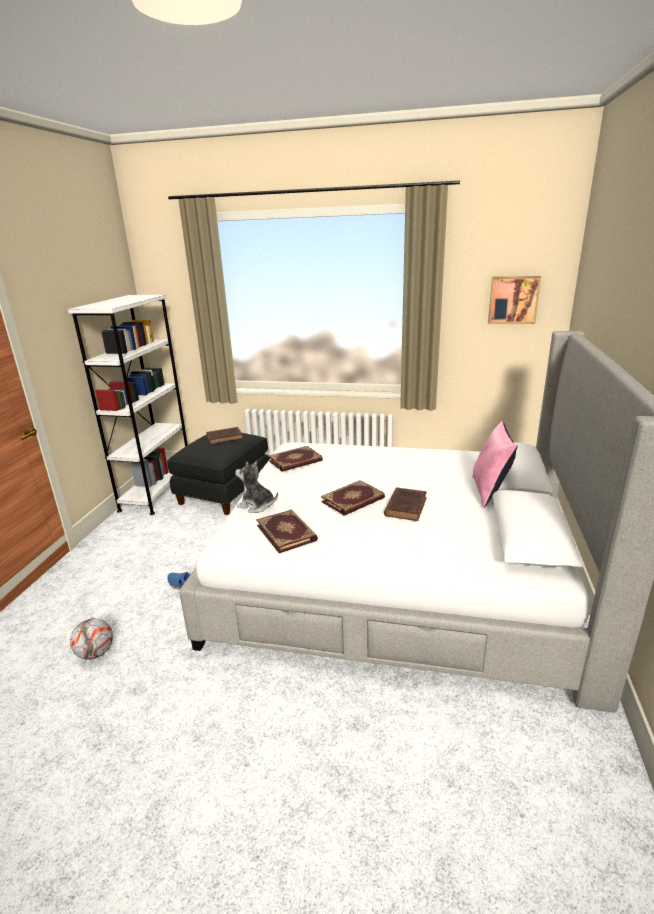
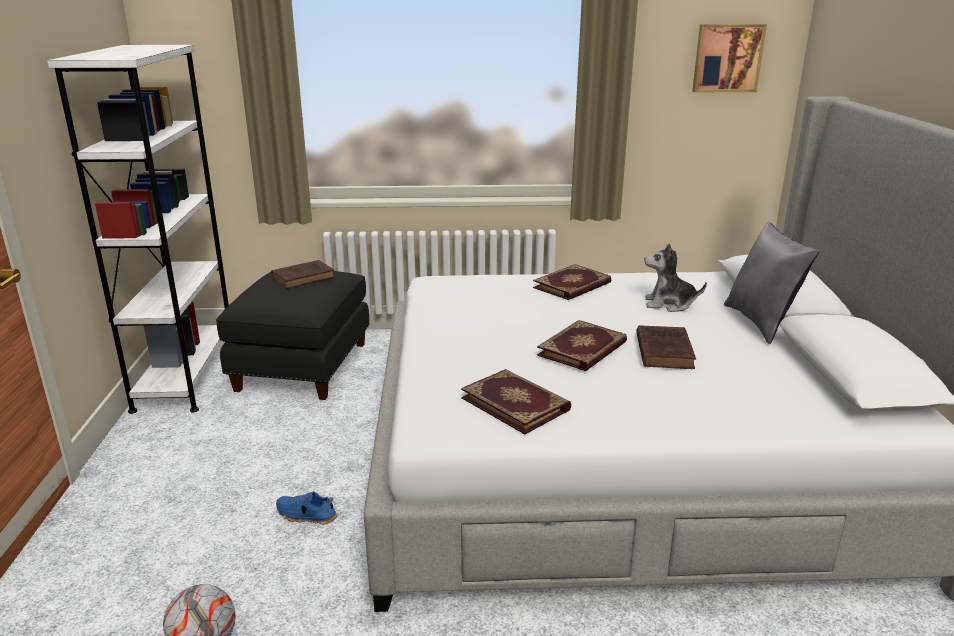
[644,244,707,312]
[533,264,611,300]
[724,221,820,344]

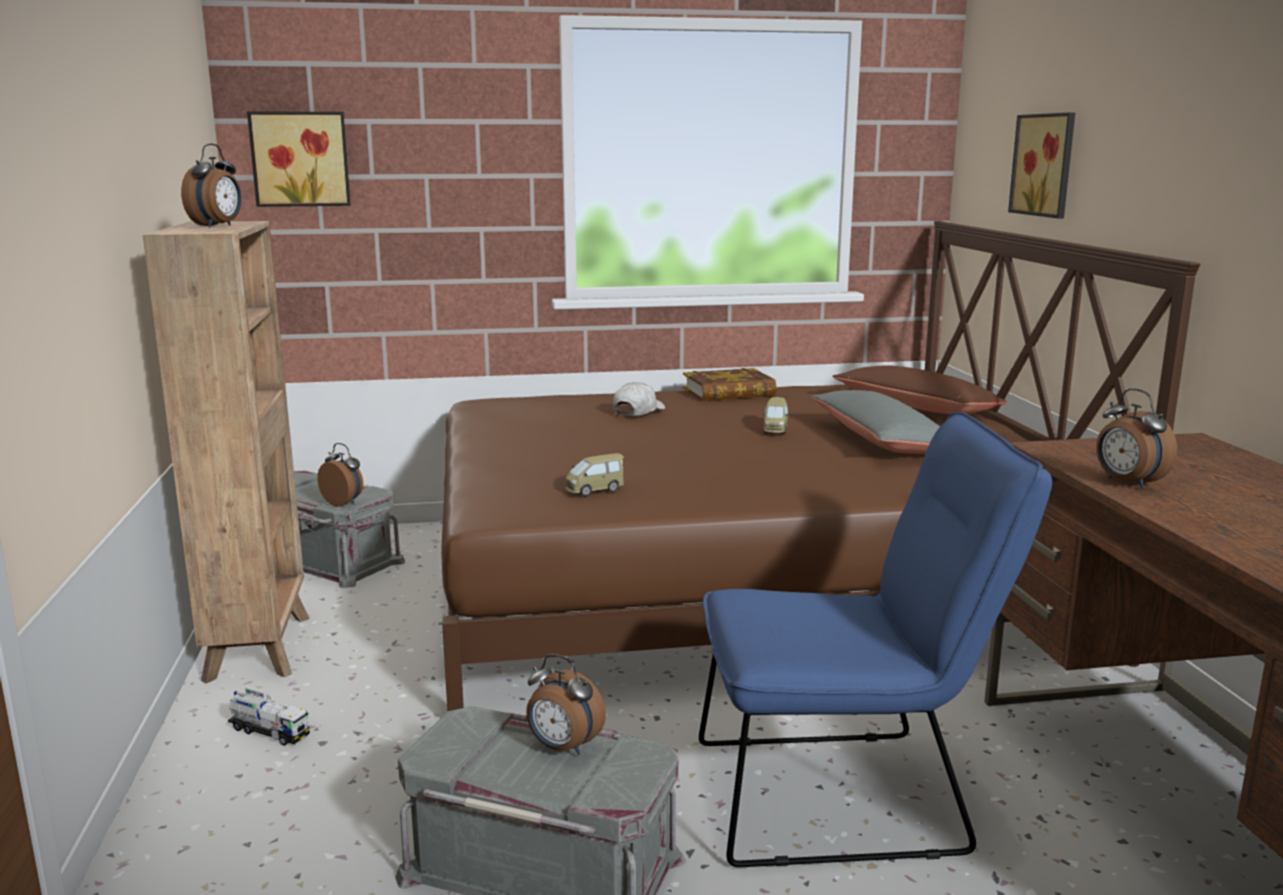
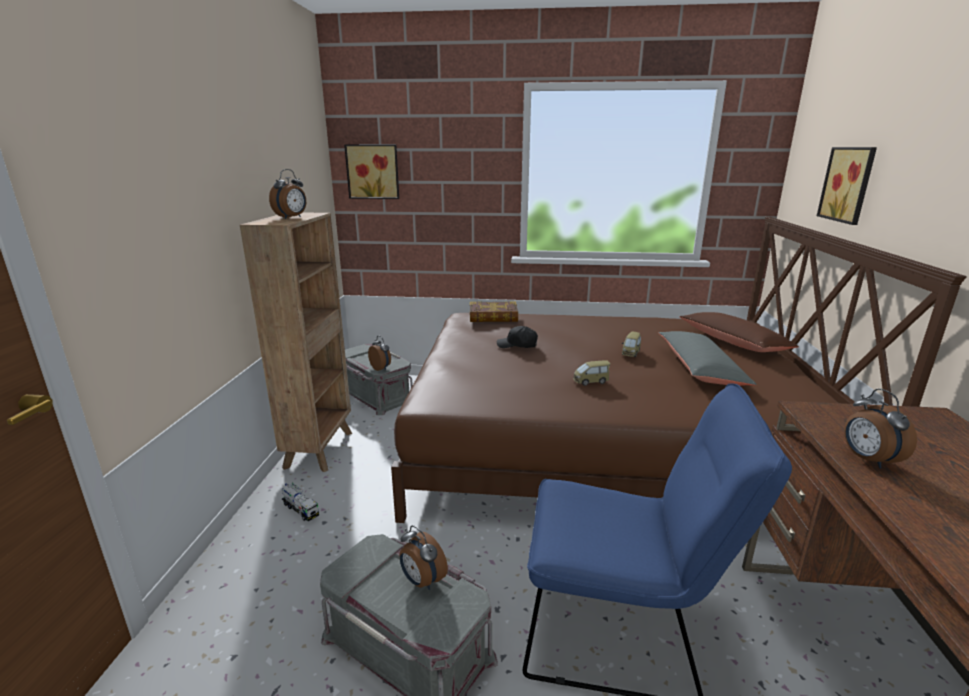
[613,382,665,416] (first image)
[497,326,538,348]
[573,360,611,386]
[470,301,518,322]

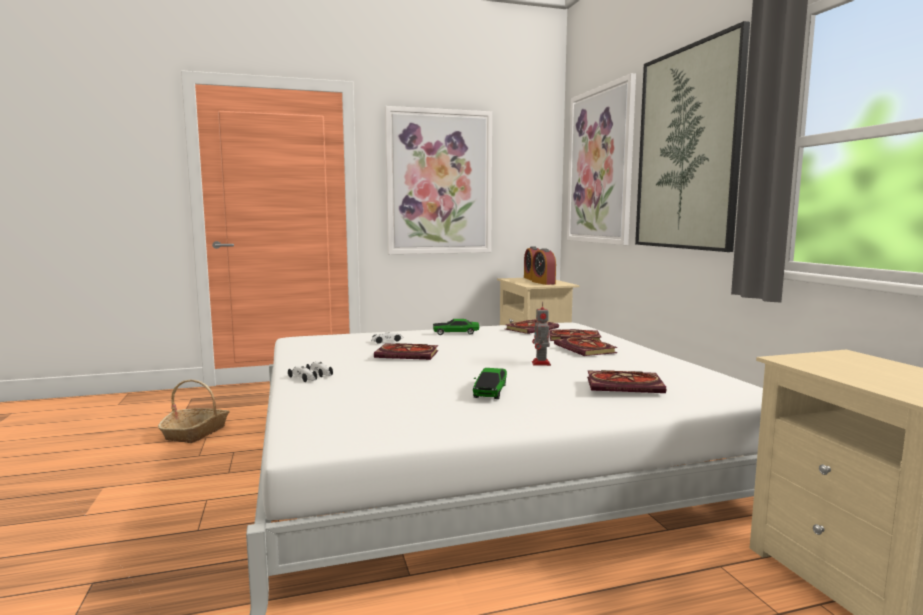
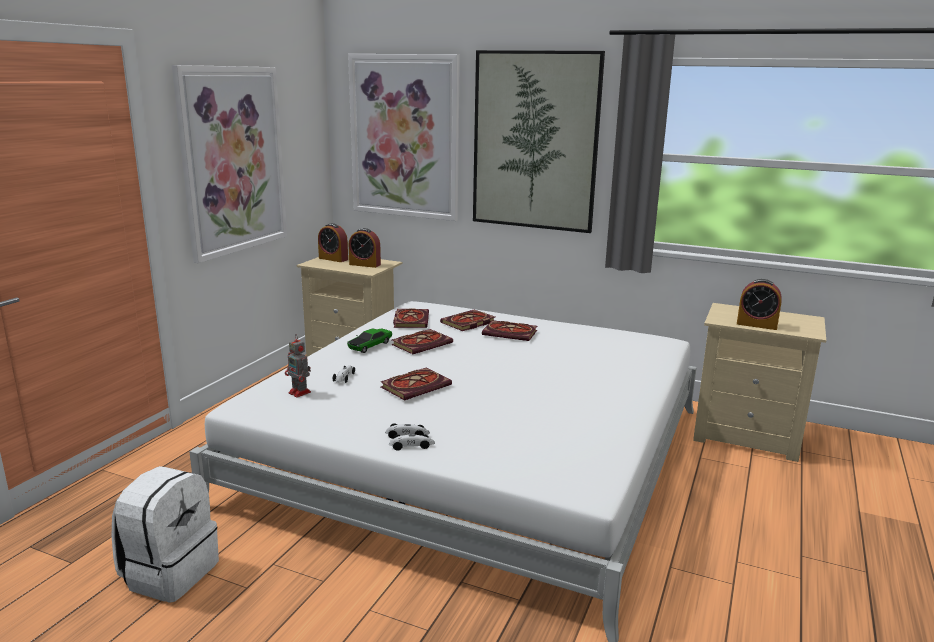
[473,368,507,399] (first image)
[737,279,782,330]
[285,334,311,397]
[391,329,453,354]
[112,466,219,603]

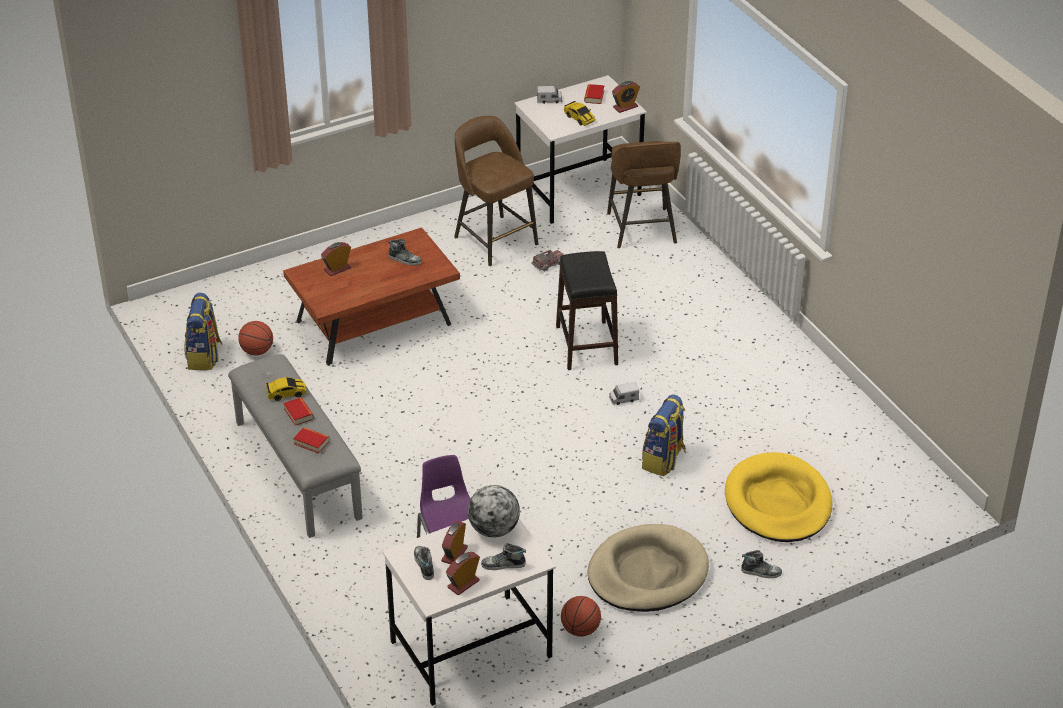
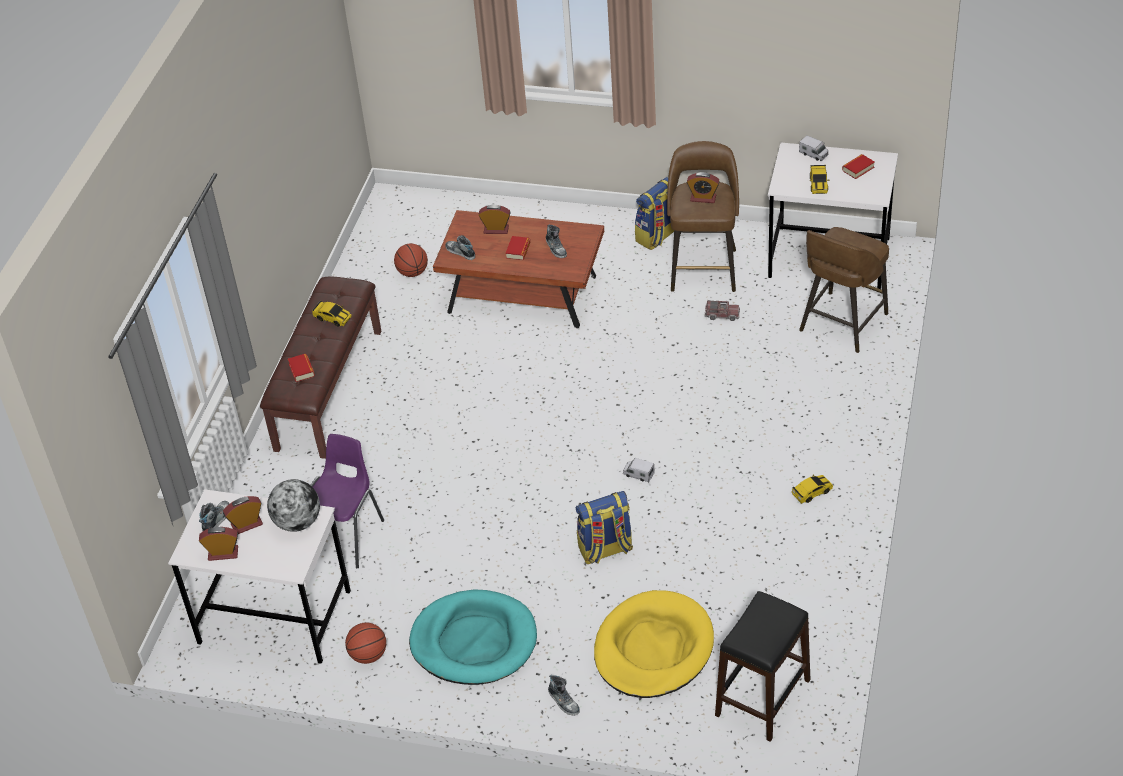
[792,475,833,504]
[635,177,674,250]
[506,236,530,260]
[445,235,475,260]
[715,591,810,742]
[687,172,720,203]
[260,277,382,459]
[409,590,537,685]

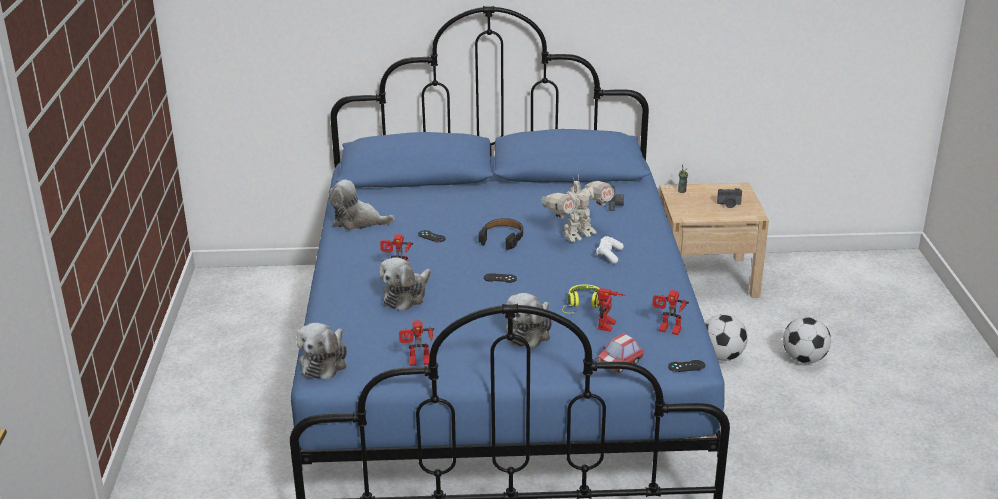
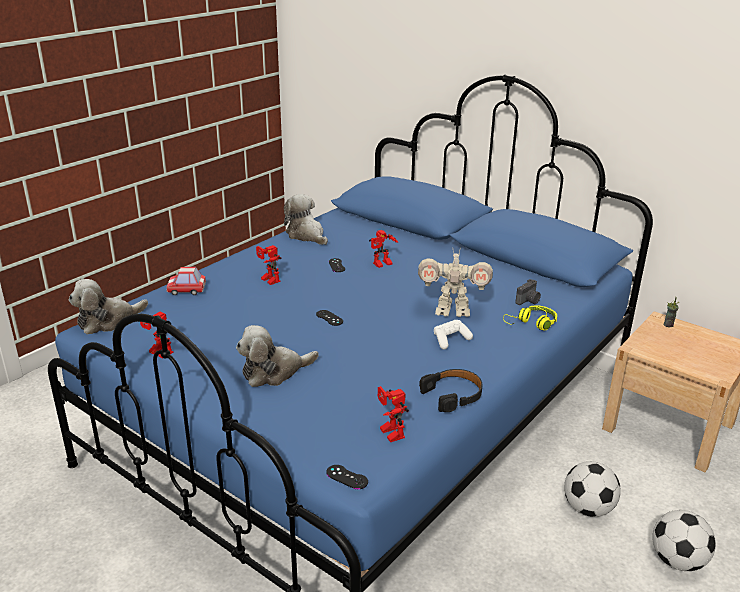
[379,257,431,311] (first image)
[717,188,742,208] (first image)
[419,369,482,412]
[503,305,557,331]
[369,230,398,268]
[166,267,206,295]

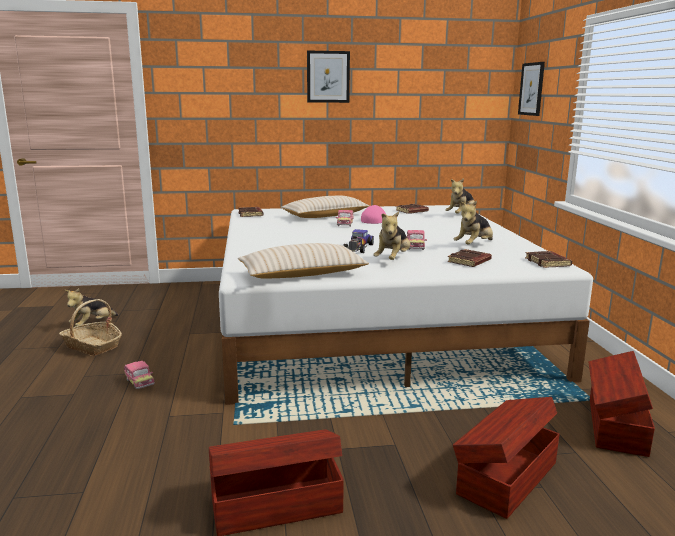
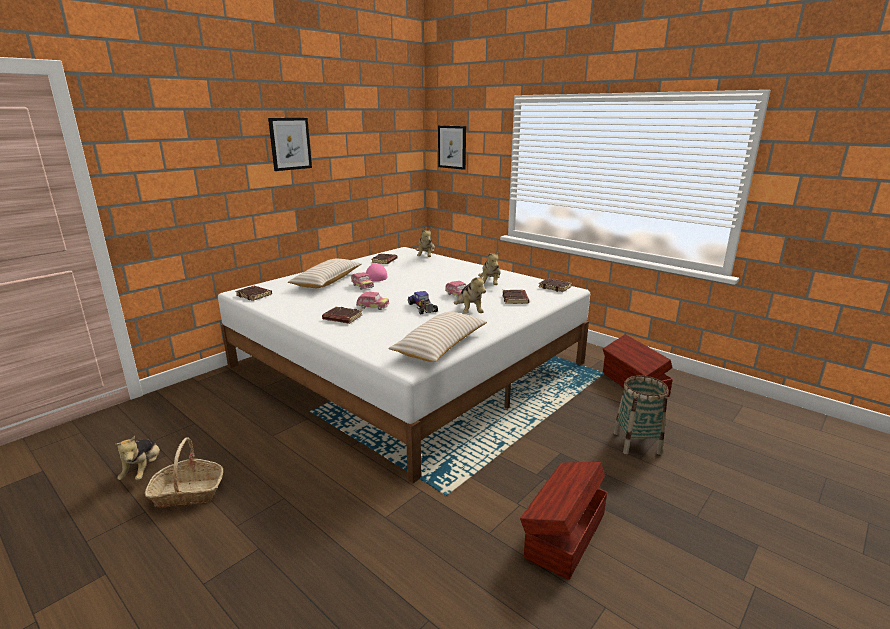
[322,307,362,324]
[356,292,389,310]
[614,375,669,455]

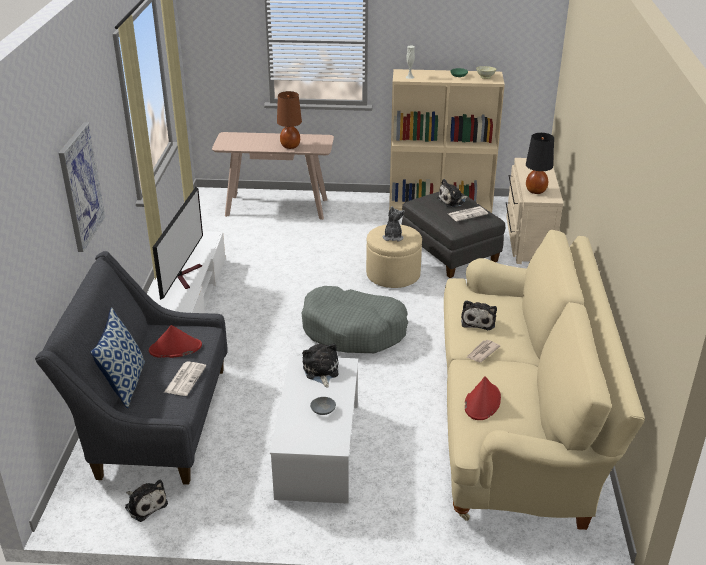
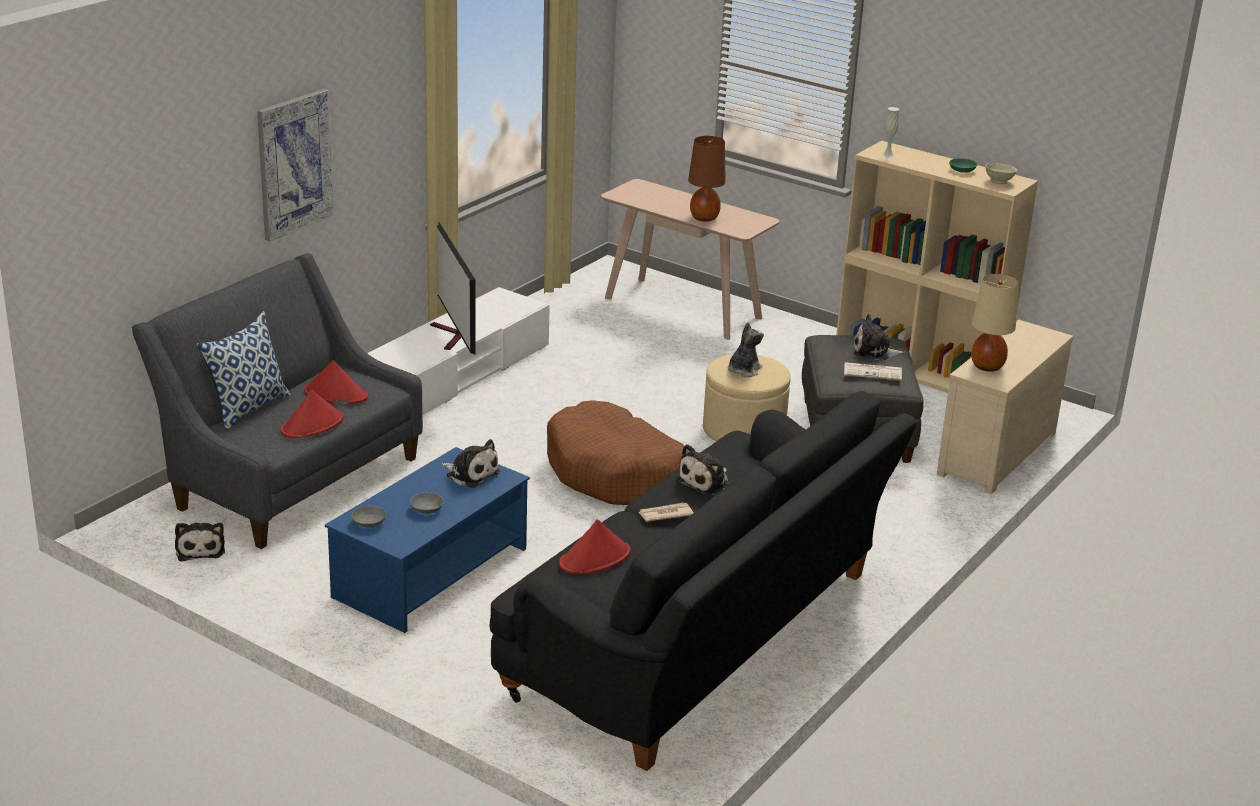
[351,506,386,528]
[281,390,344,438]
[325,447,530,633]
[547,400,684,505]
[489,391,917,771]
[971,274,1019,372]
[430,221,475,355]
[442,439,500,488]

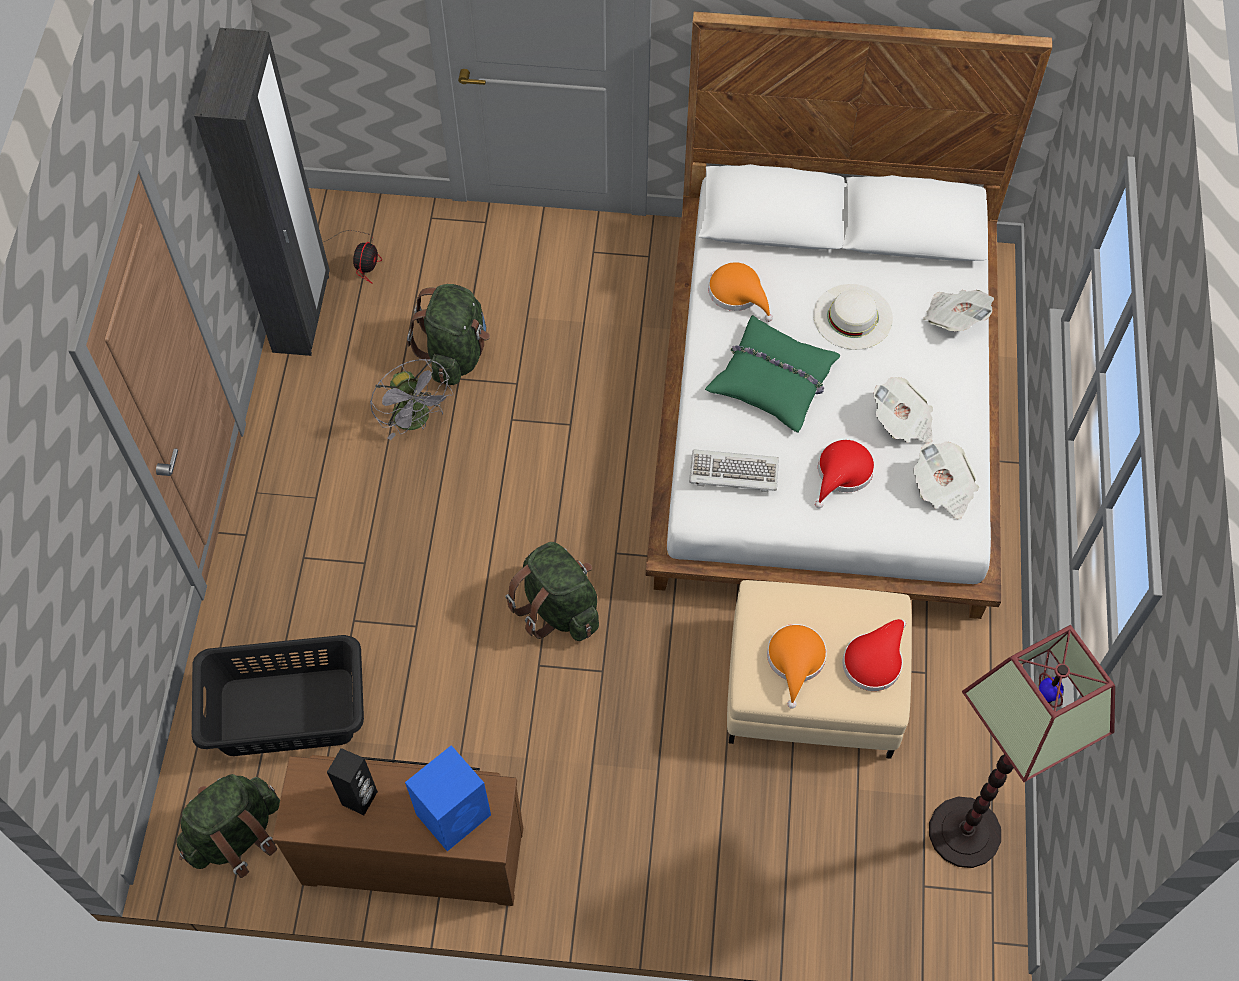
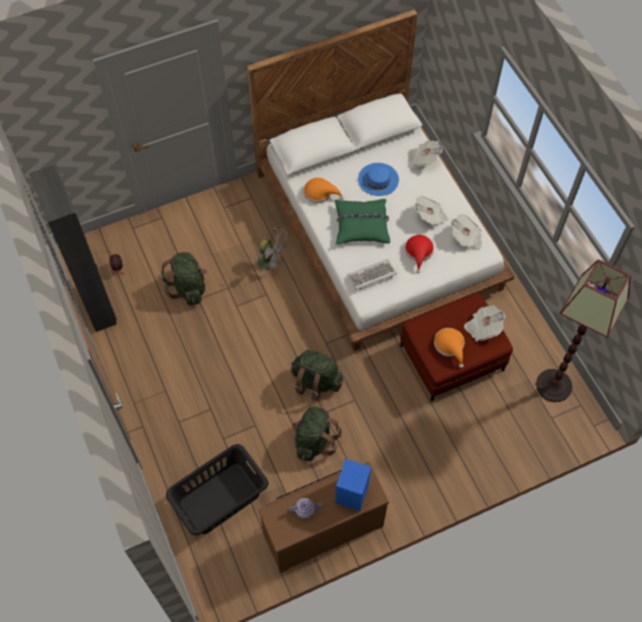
[292,406,342,461]
[256,227,289,278]
[288,498,322,519]
[464,305,506,342]
[400,293,513,402]
[358,163,399,196]

